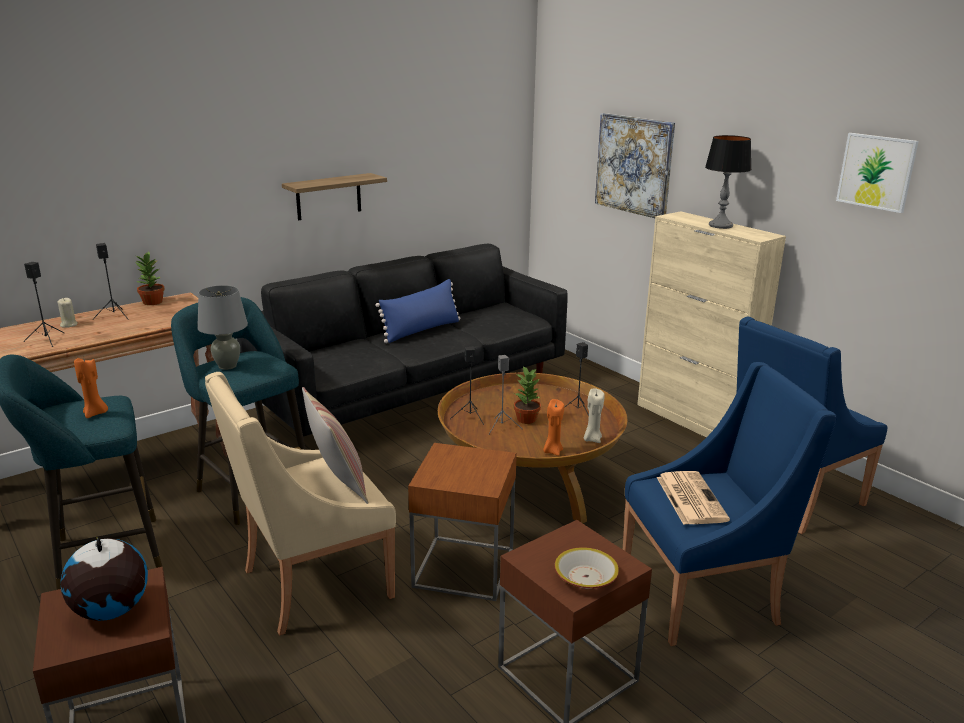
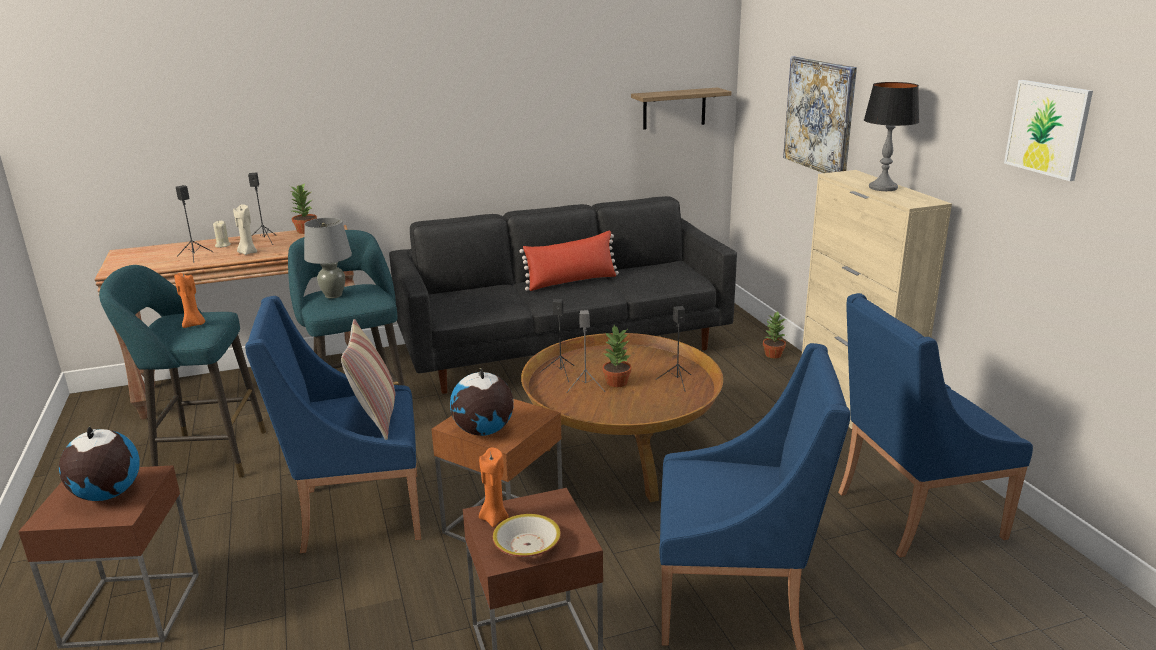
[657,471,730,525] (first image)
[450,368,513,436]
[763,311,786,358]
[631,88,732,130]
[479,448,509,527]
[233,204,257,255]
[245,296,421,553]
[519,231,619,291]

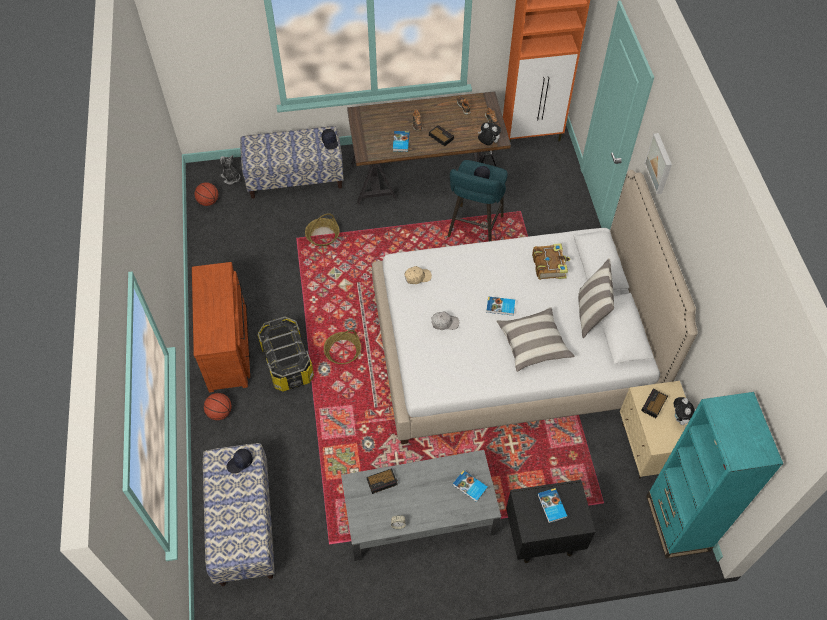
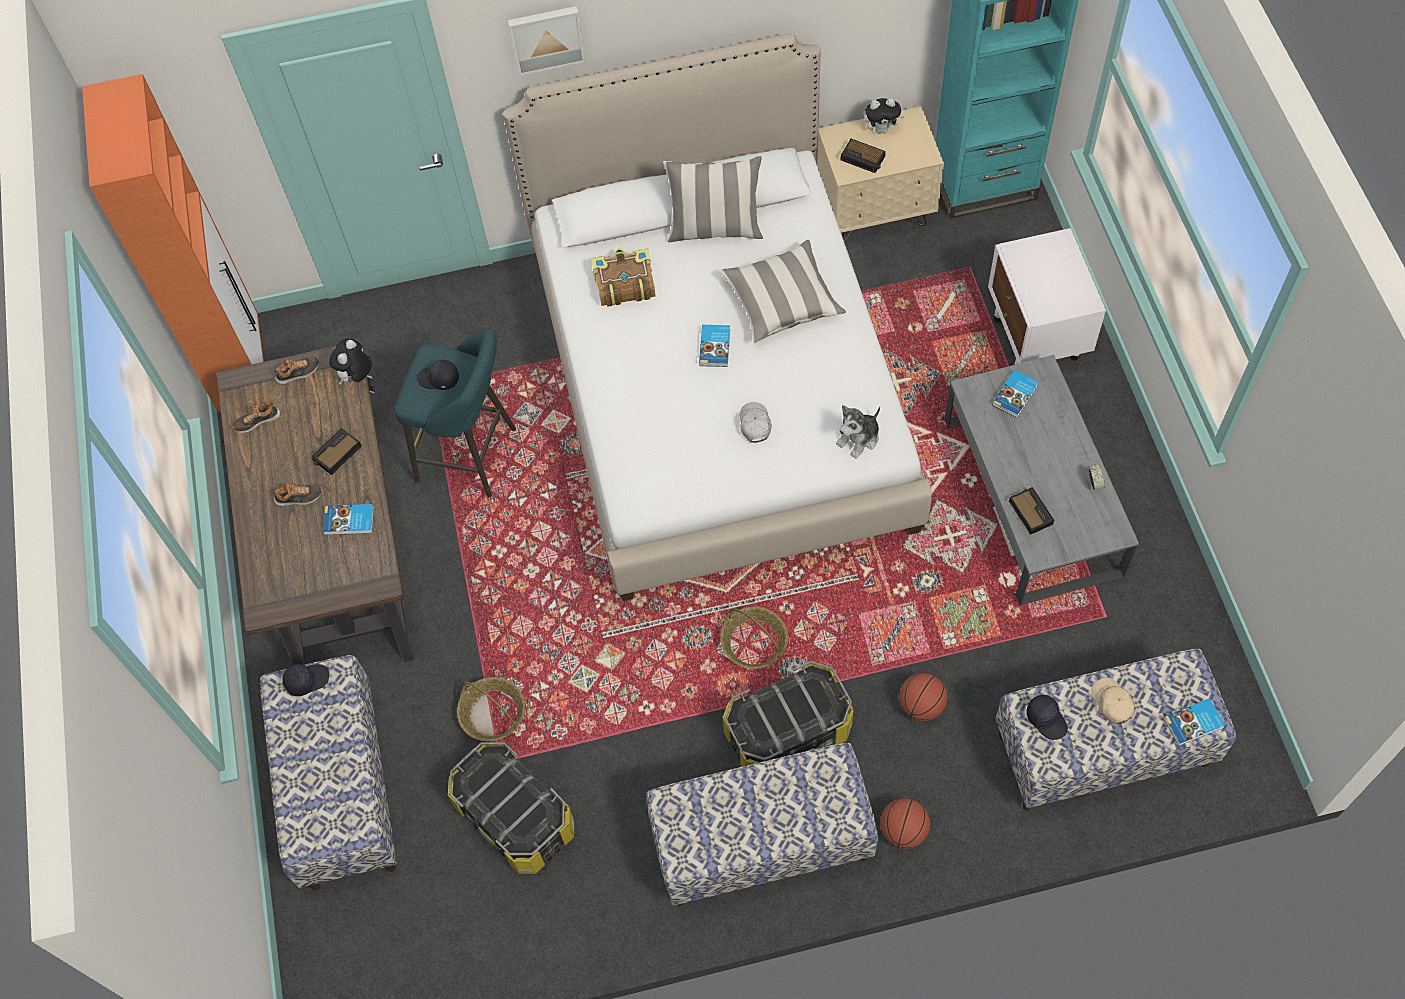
[448,742,574,874]
[899,673,948,721]
[836,405,880,459]
[1091,678,1134,725]
[1163,698,1225,746]
[646,743,878,906]
[988,228,1106,365]

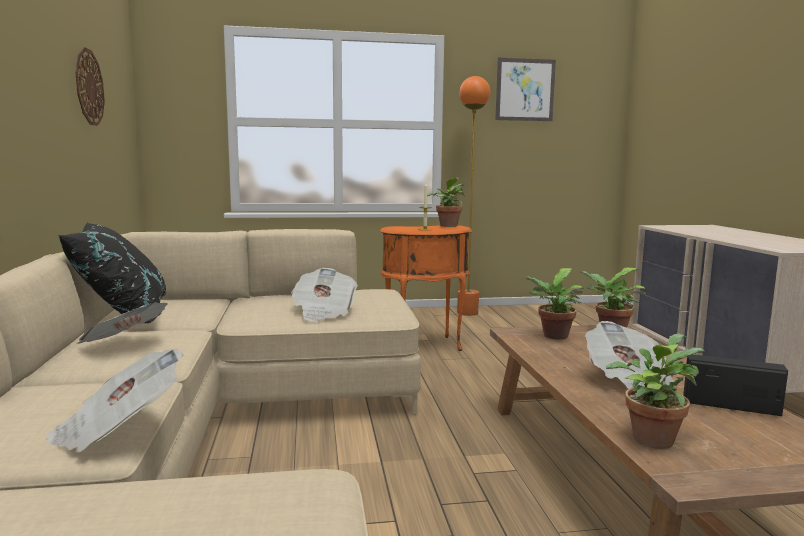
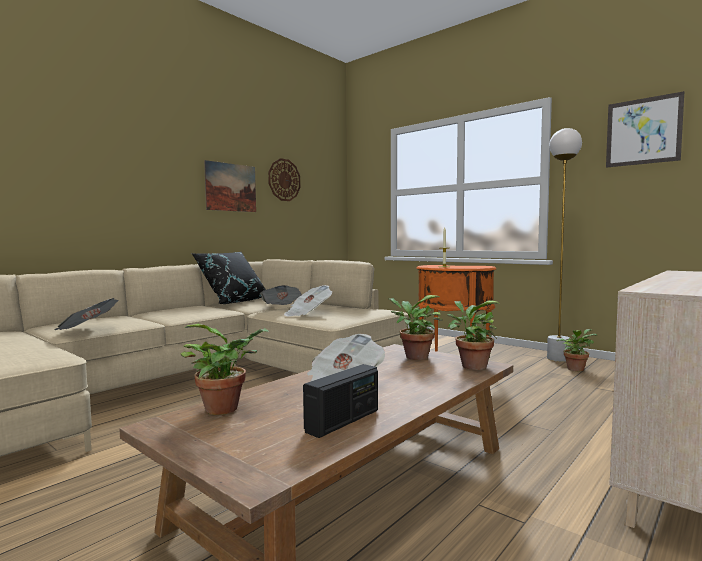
[204,160,256,212]
[260,285,302,305]
[557,329,597,371]
[547,128,582,362]
[303,364,378,438]

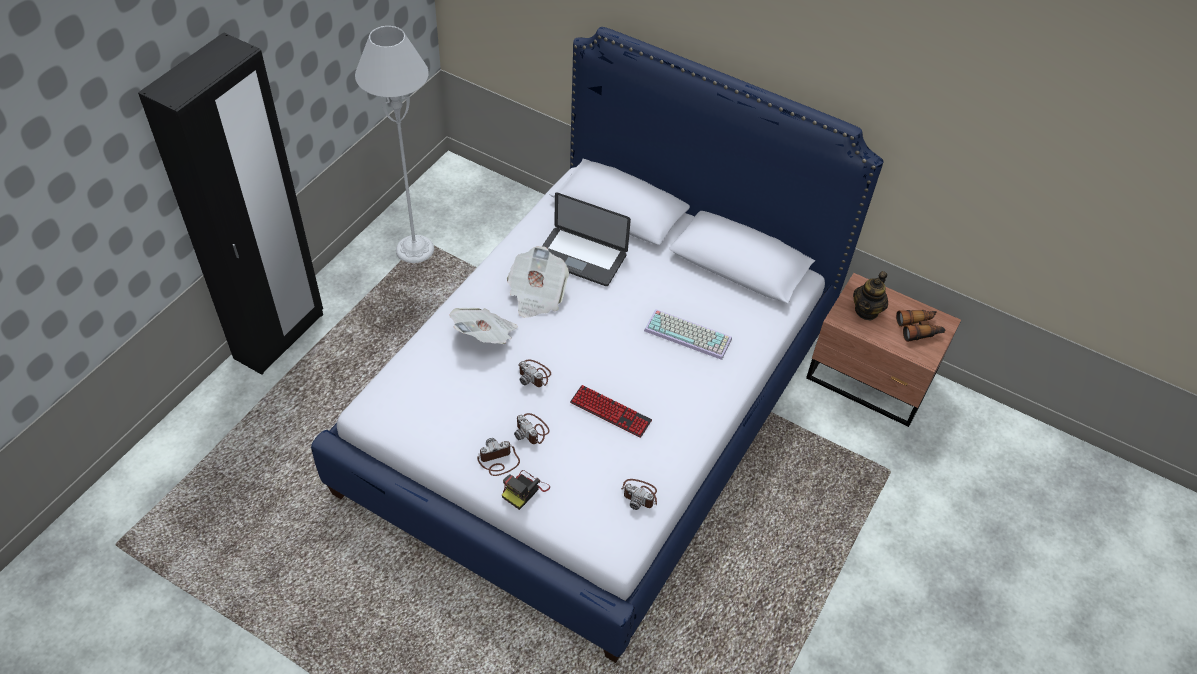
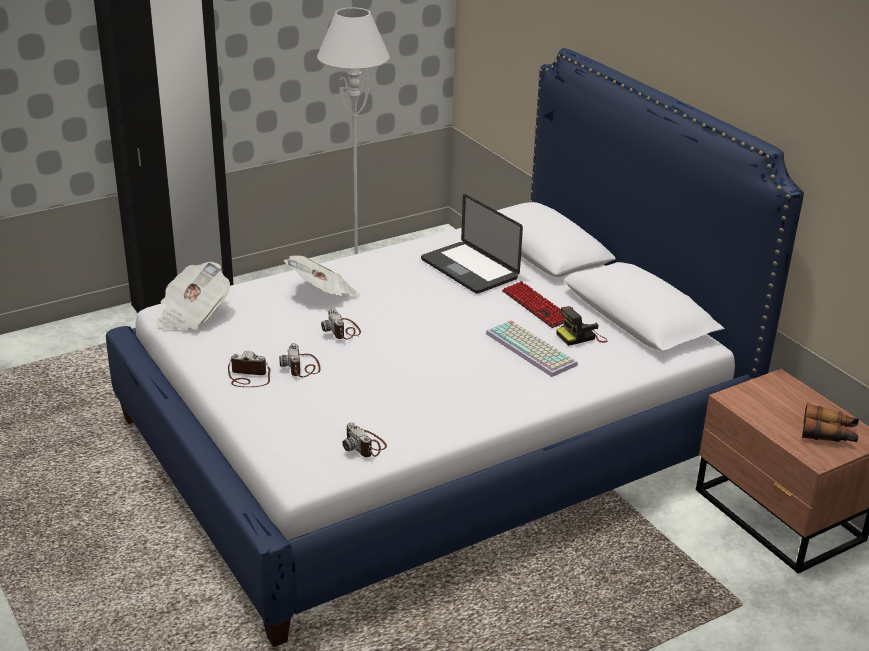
[853,271,888,320] (first image)
[556,306,608,346]
[156,262,230,330]
[502,281,564,328]

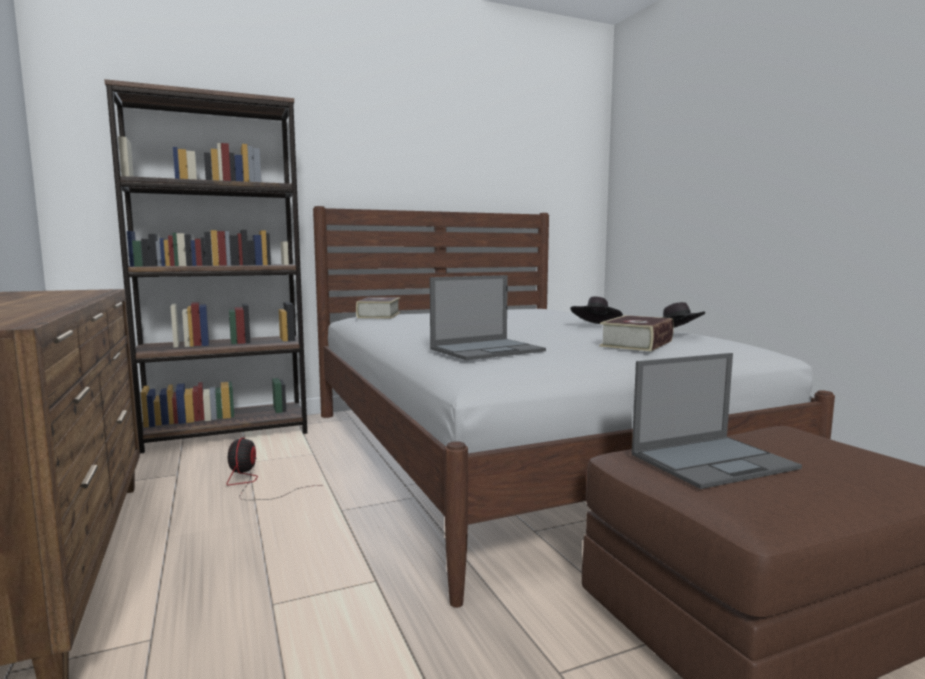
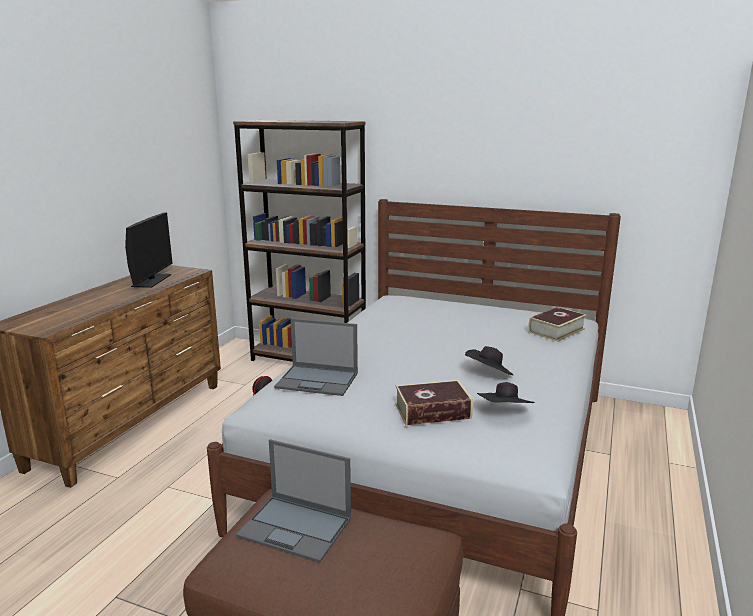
[125,212,172,288]
[528,307,587,342]

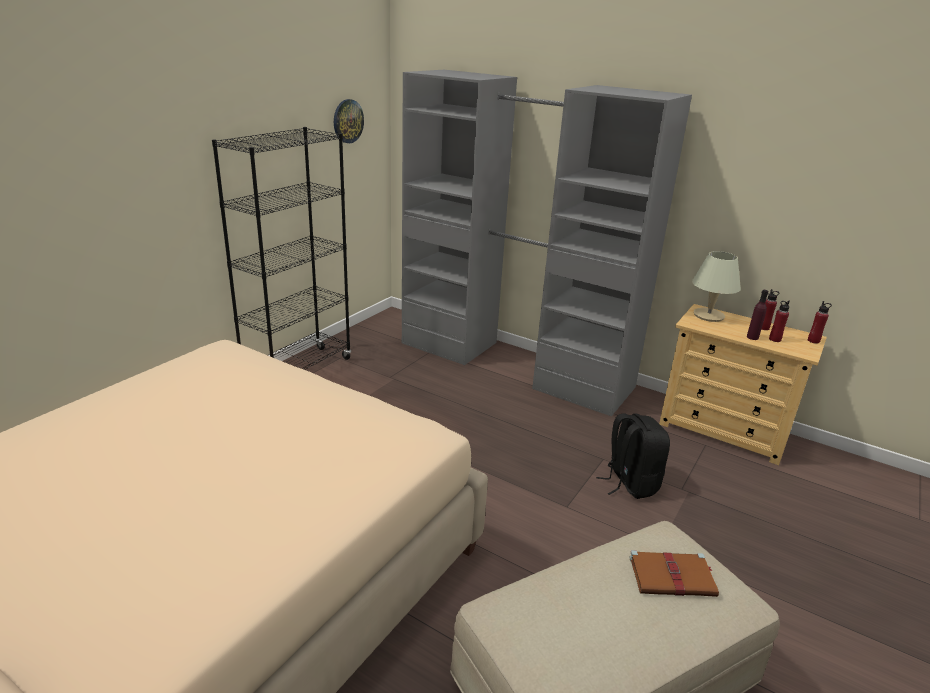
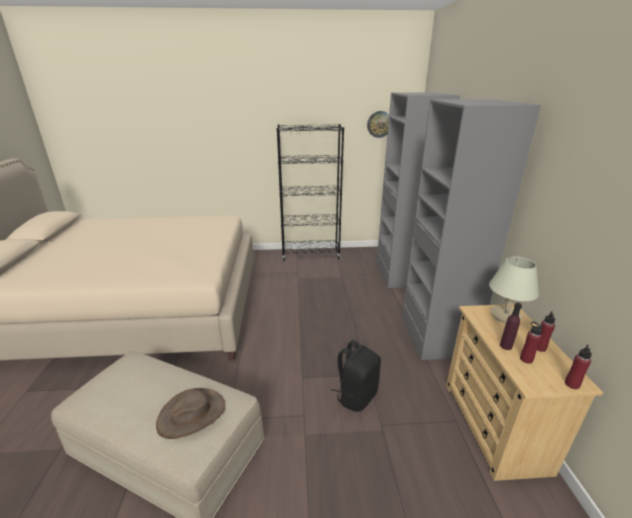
[156,388,225,439]

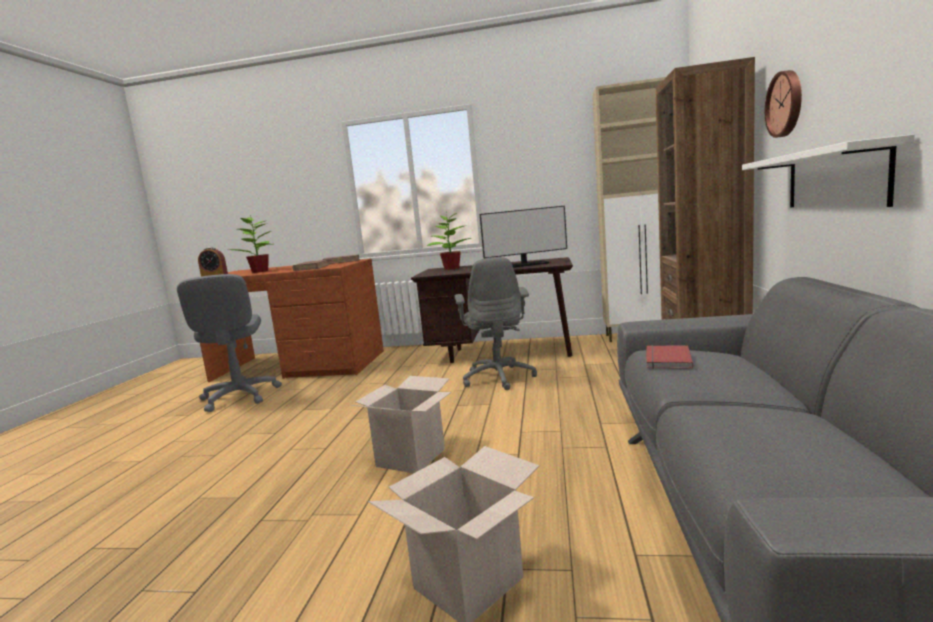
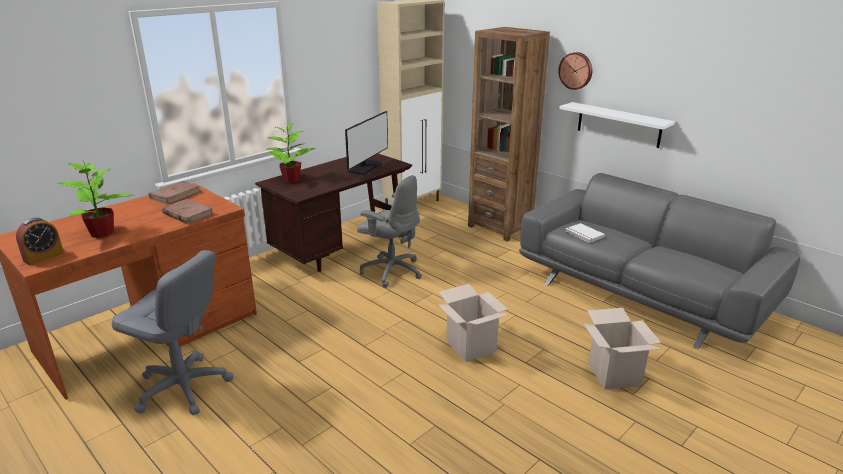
[565,223,605,243]

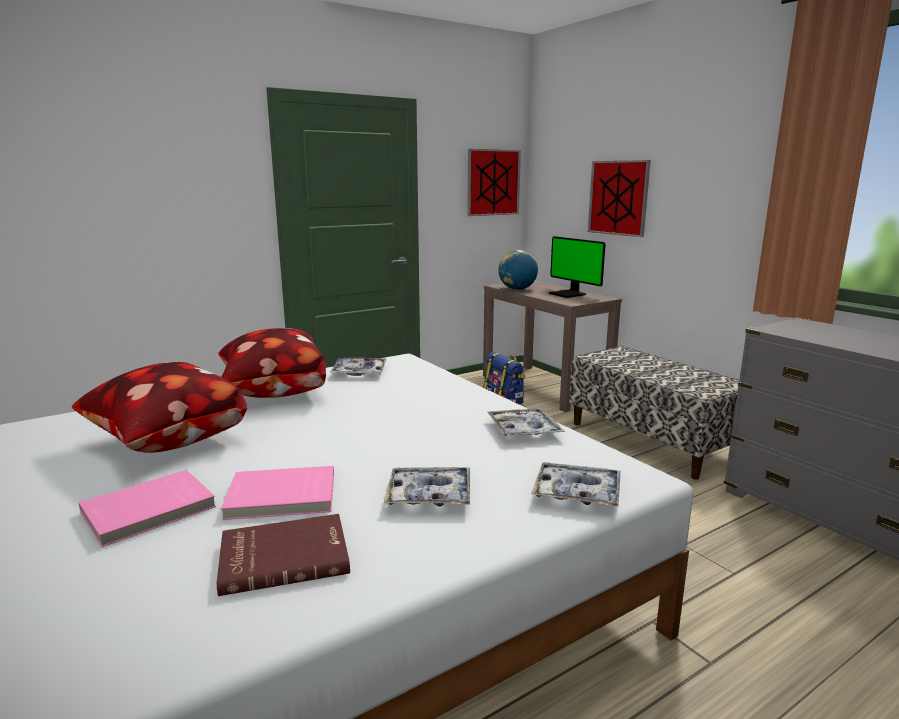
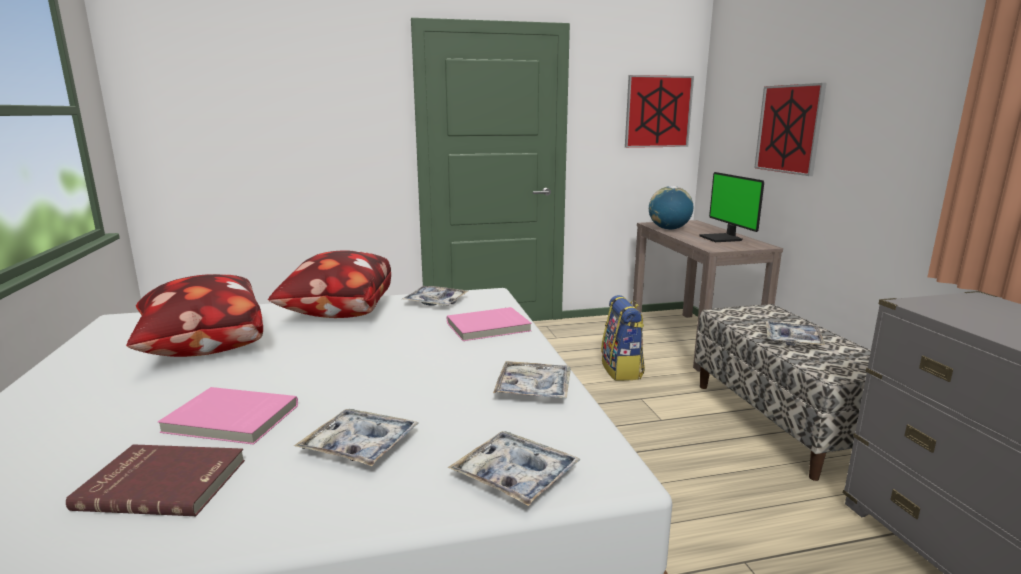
[766,321,825,346]
[447,307,532,341]

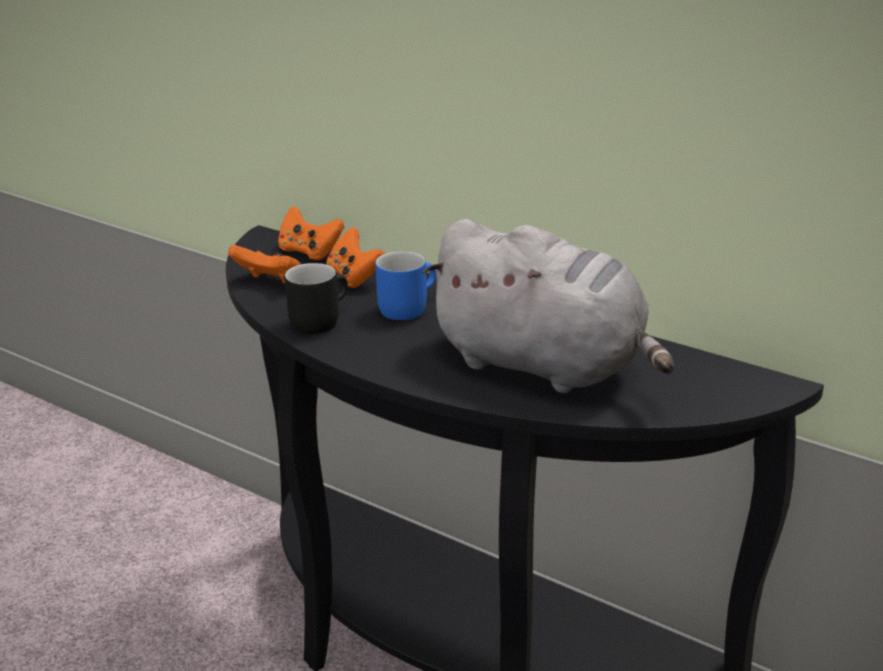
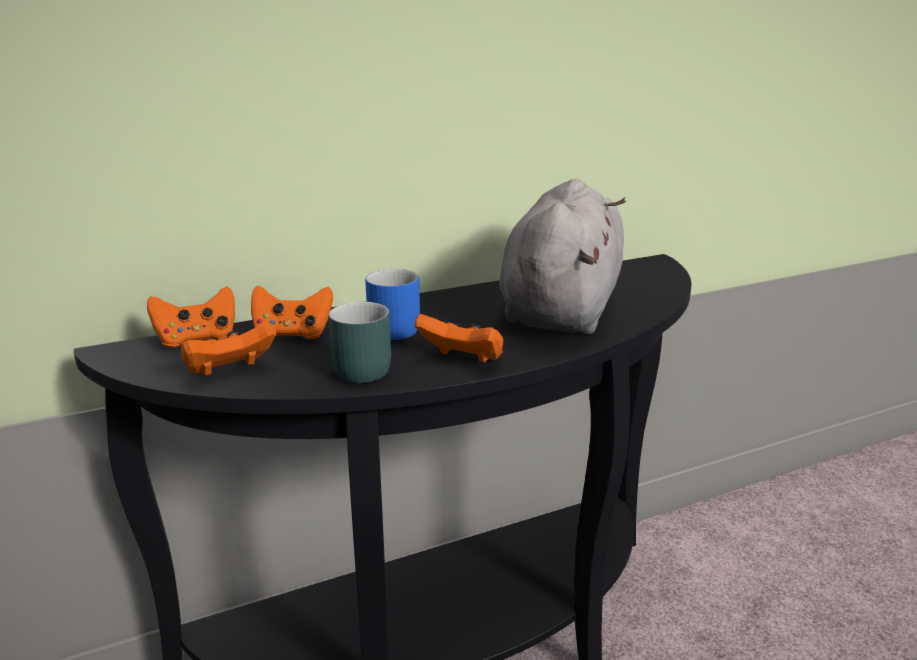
[415,314,503,363]
[328,302,391,383]
[499,178,626,334]

